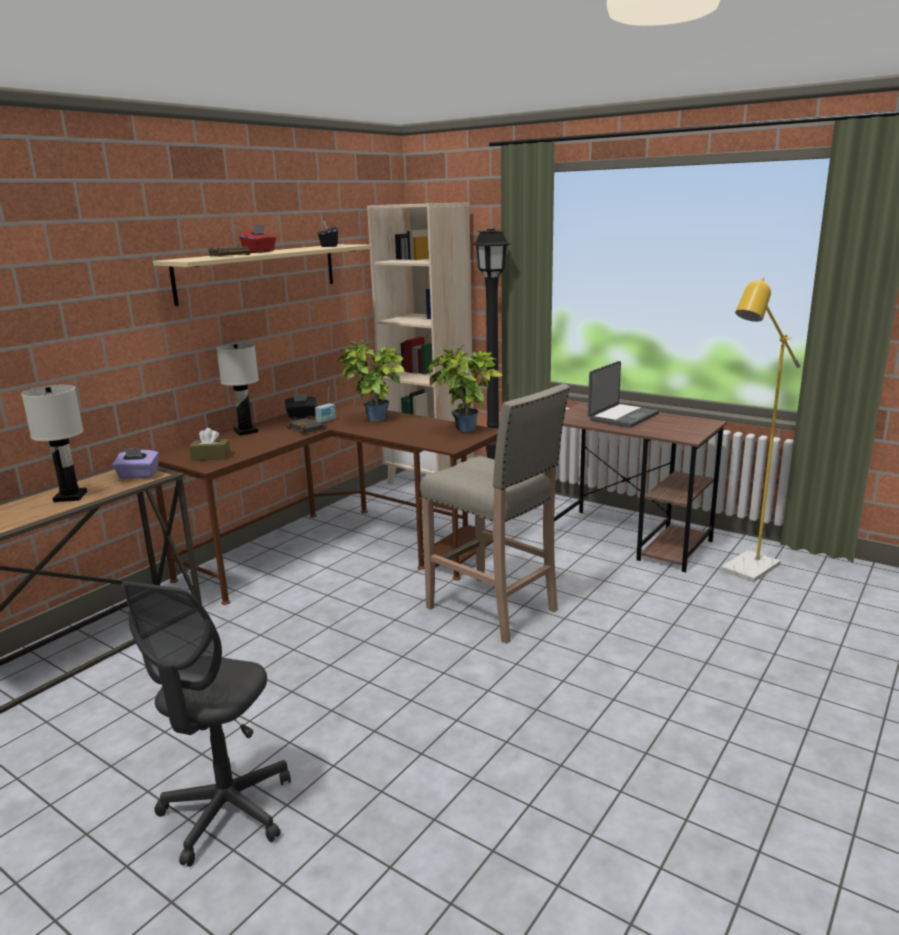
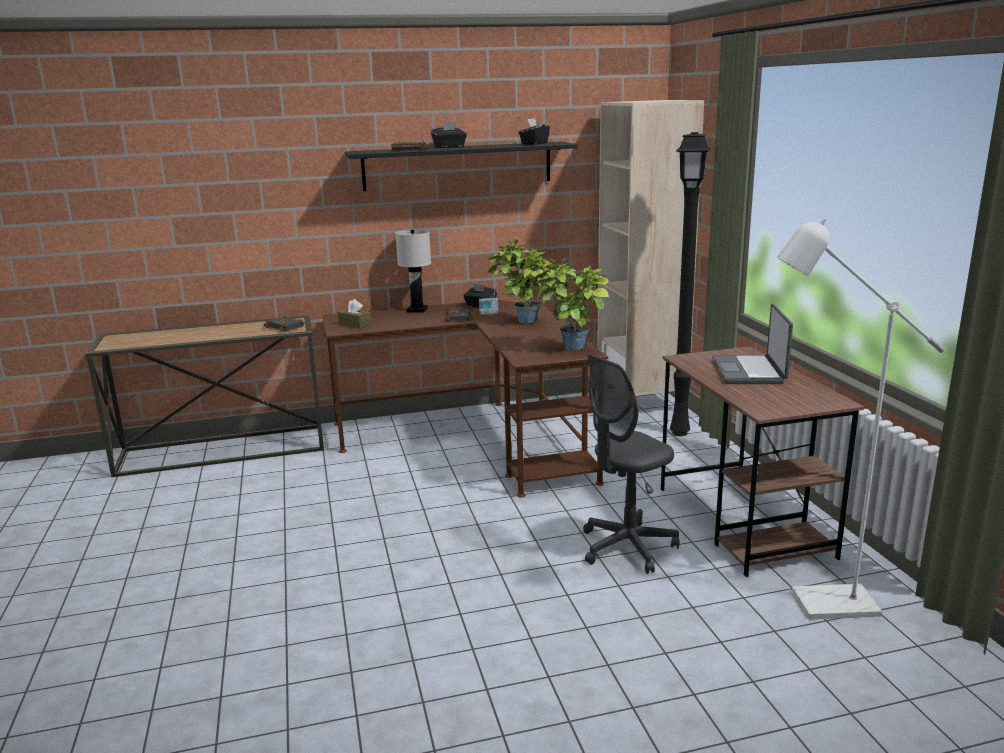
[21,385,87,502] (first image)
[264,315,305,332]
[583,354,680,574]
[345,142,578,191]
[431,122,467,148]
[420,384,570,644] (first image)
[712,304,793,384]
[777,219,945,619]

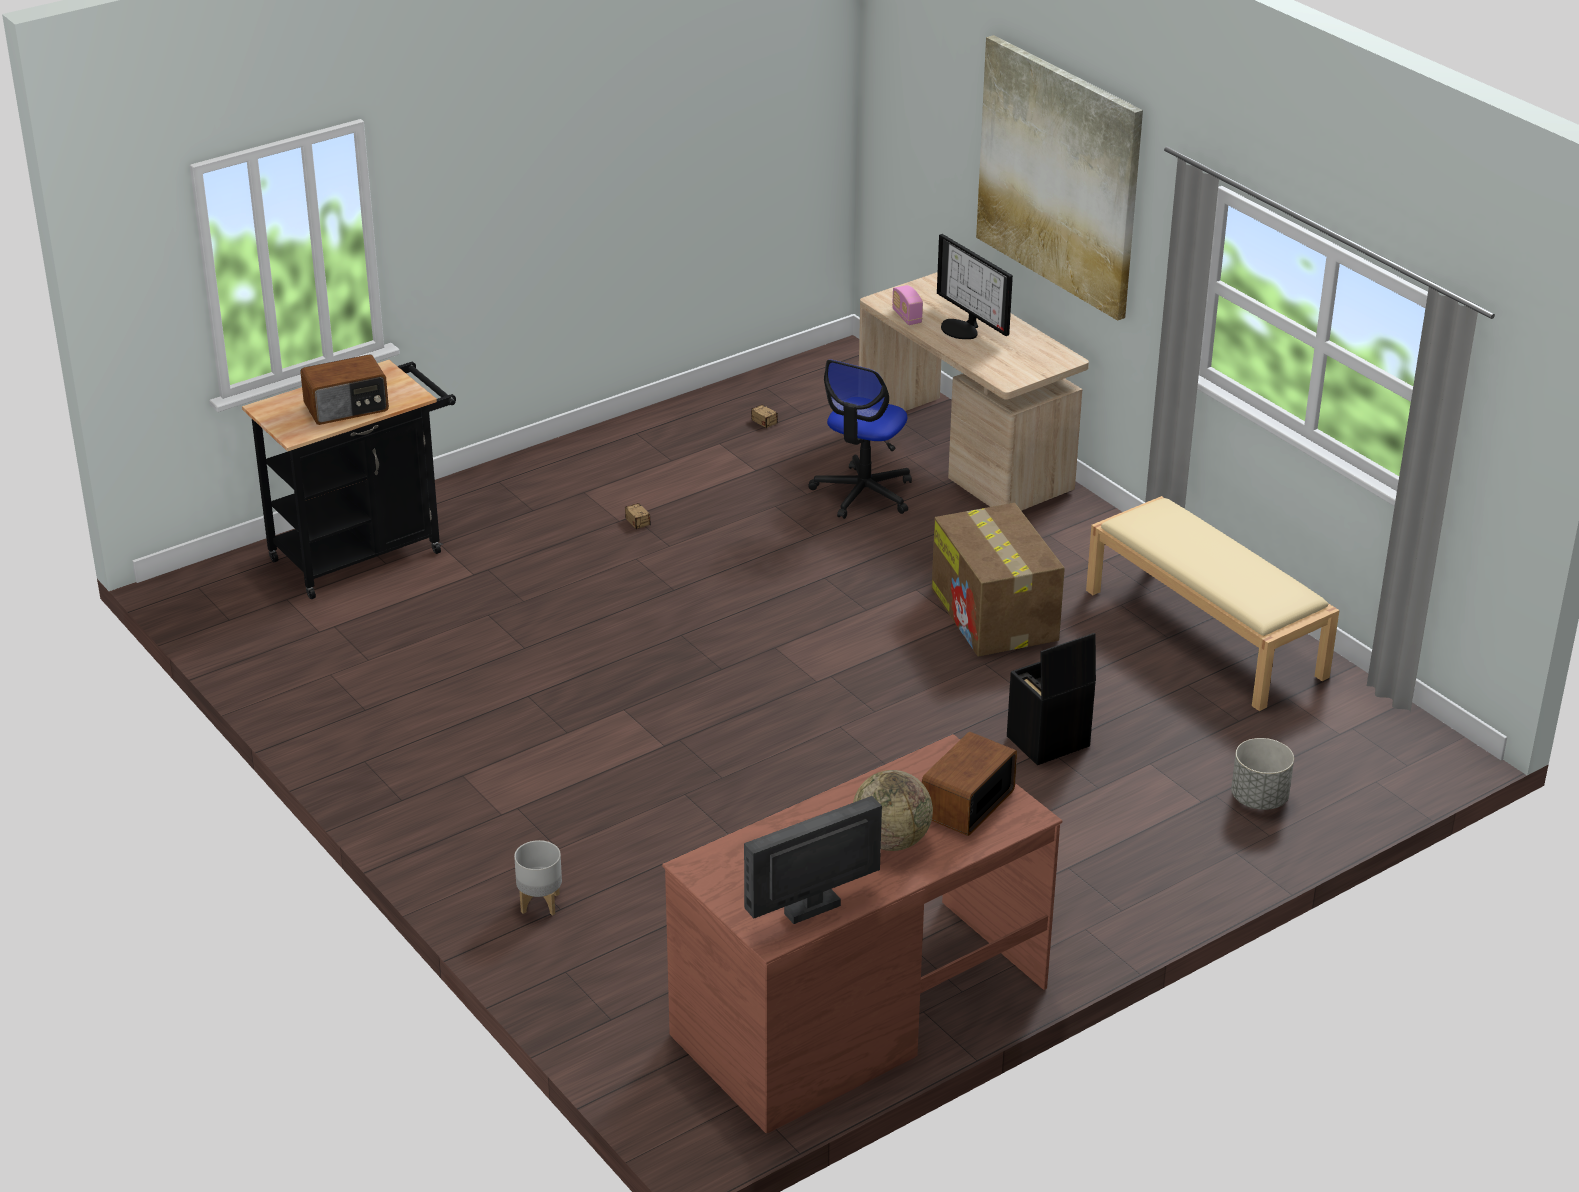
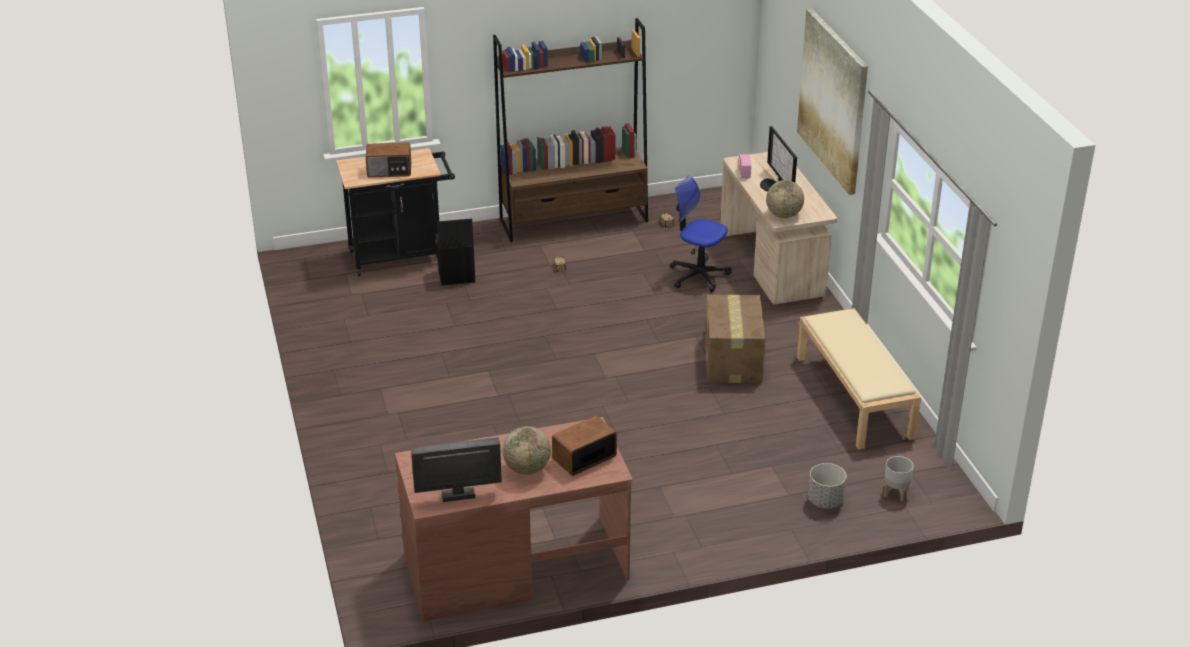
[884,456,914,502]
[670,176,732,292]
[436,218,475,286]
[493,18,648,242]
[766,180,804,218]

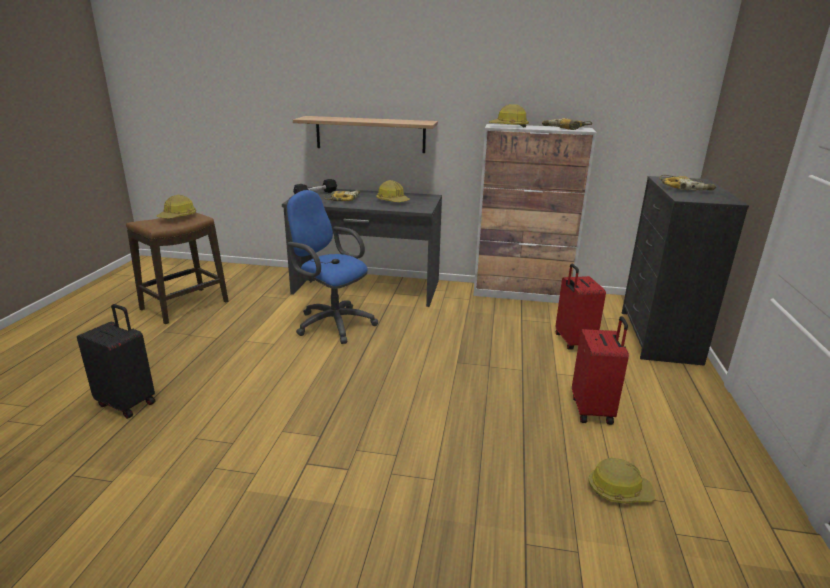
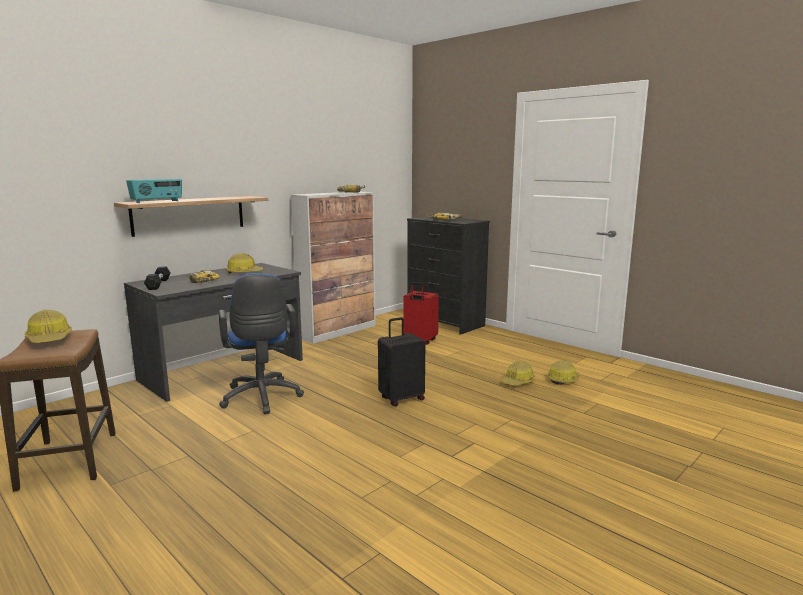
[378,317,425,407]
[219,273,304,414]
[501,361,535,386]
[572,316,629,425] (first image)
[126,179,182,203]

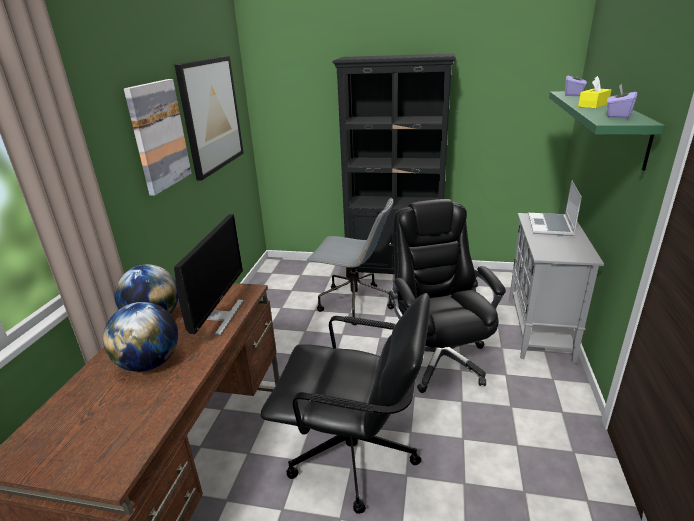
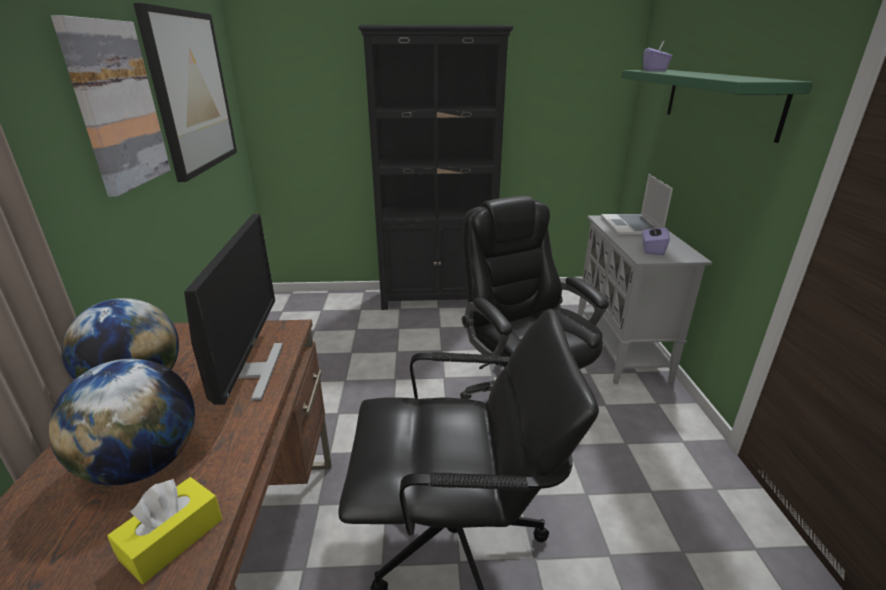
[306,198,394,325] (first image)
[107,477,222,584]
[642,224,670,255]

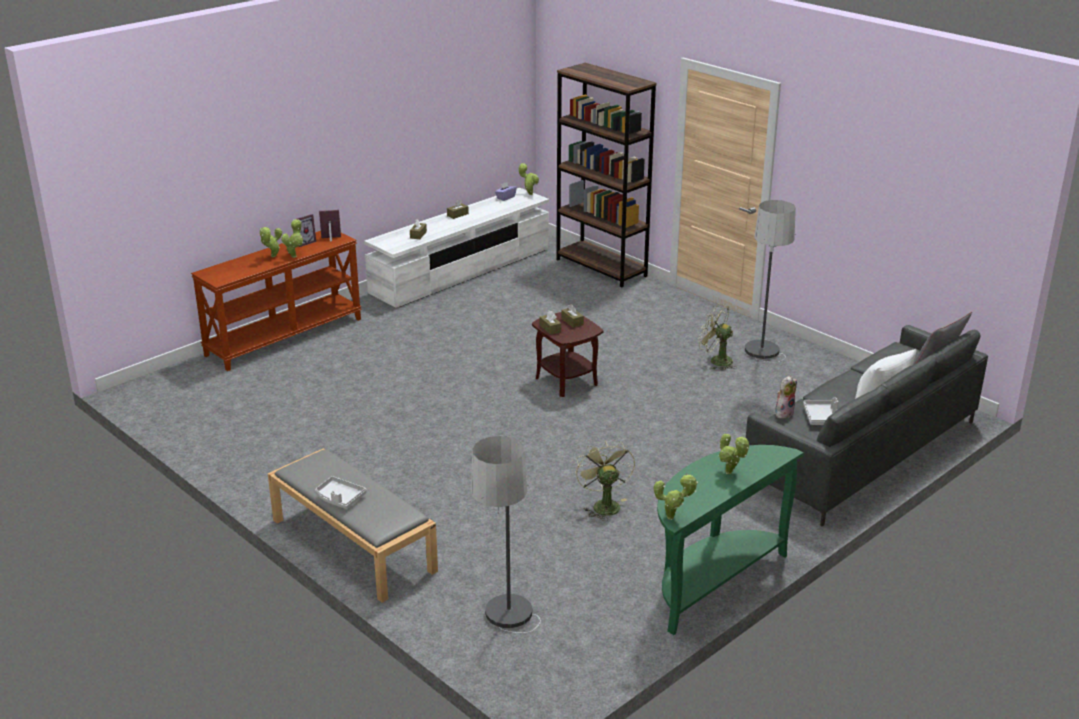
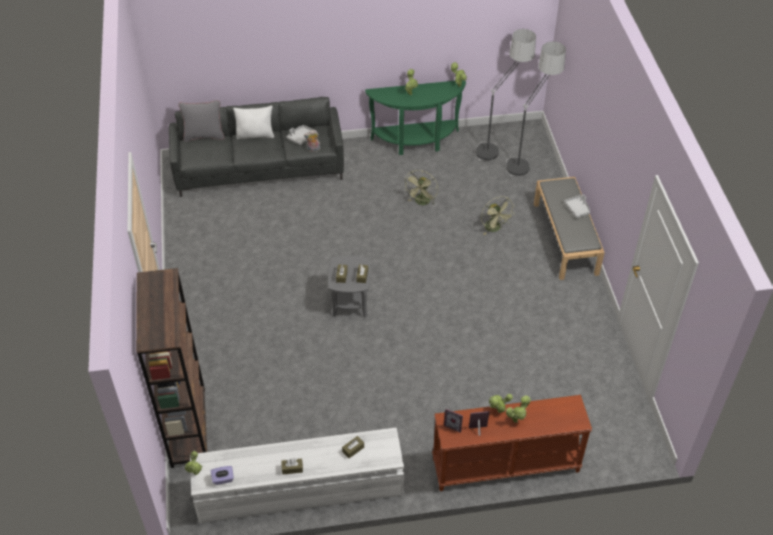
[329,256,370,318]
[481,196,515,235]
[476,29,536,161]

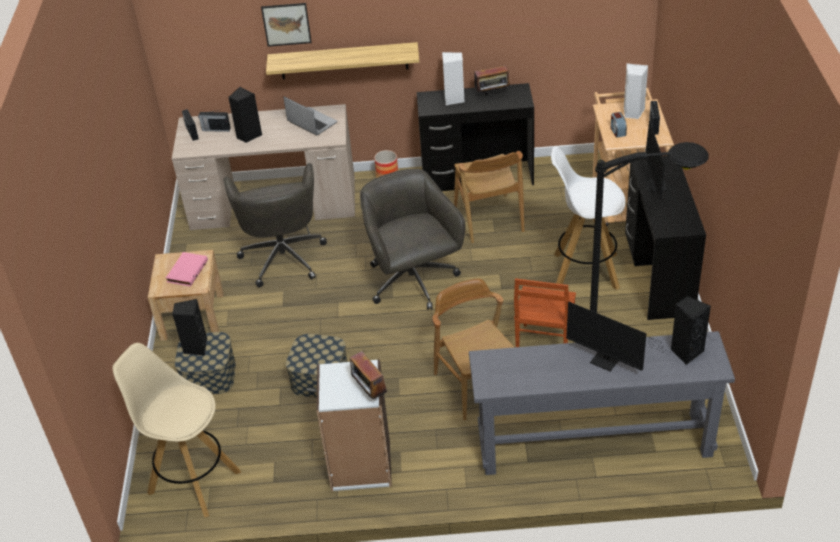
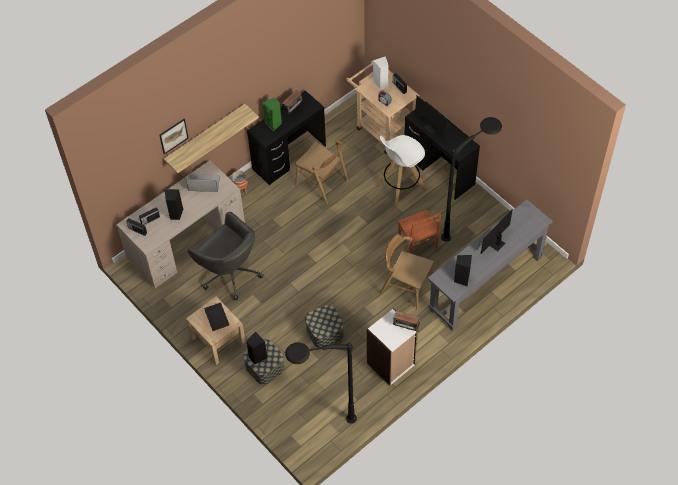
[285,342,357,424]
[204,303,229,331]
[360,169,466,310] (first image)
[263,97,282,131]
[477,209,513,254]
[454,255,472,286]

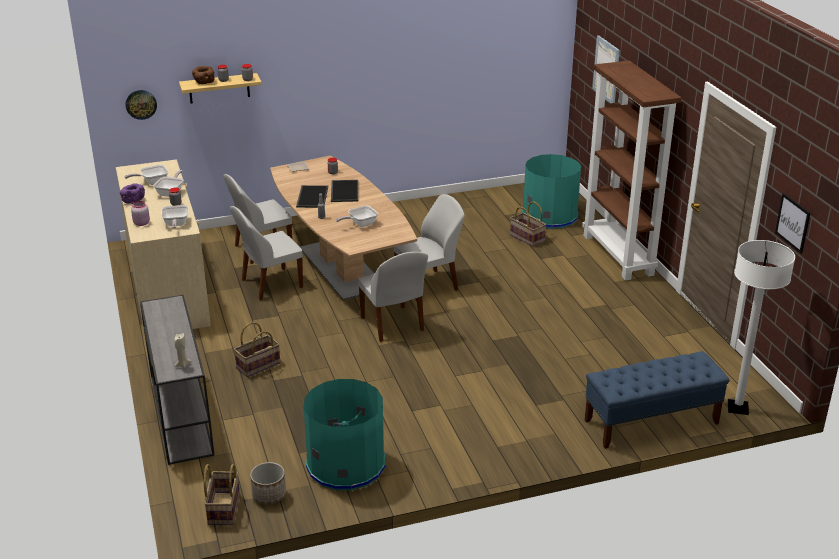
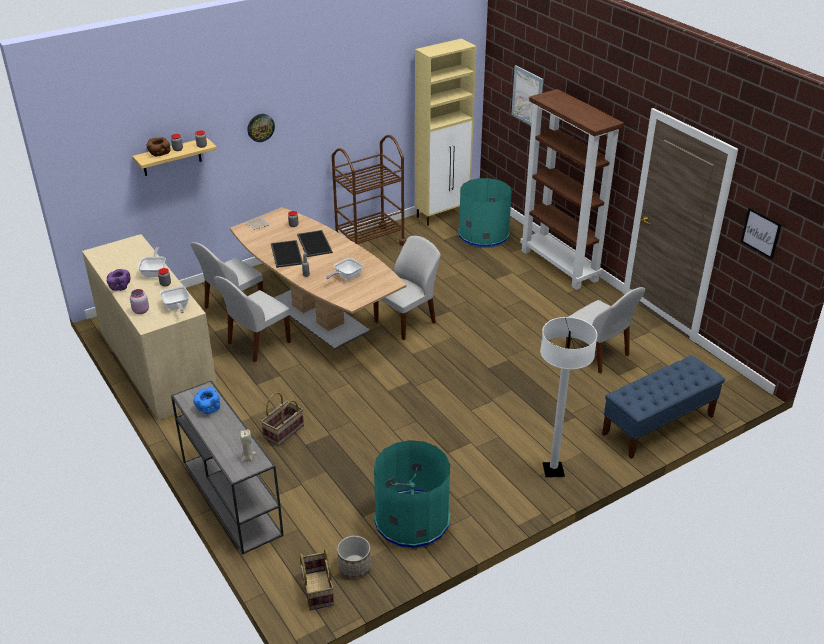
[124,165,168,185] (first image)
[248,114,275,142]
[566,287,645,373]
[510,201,546,247] (first image)
[540,317,597,477]
[193,388,220,414]
[332,135,406,246]
[415,38,476,226]

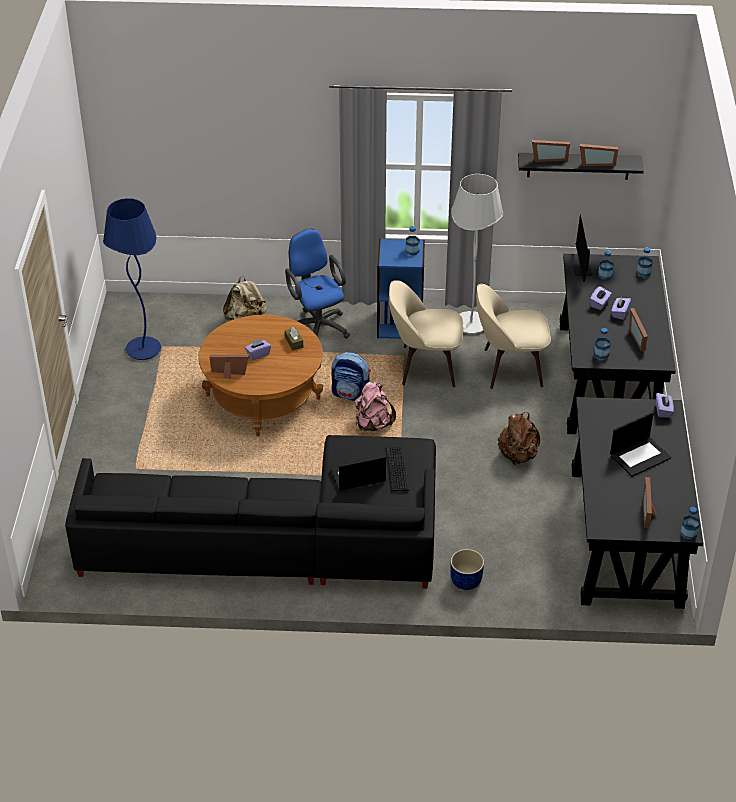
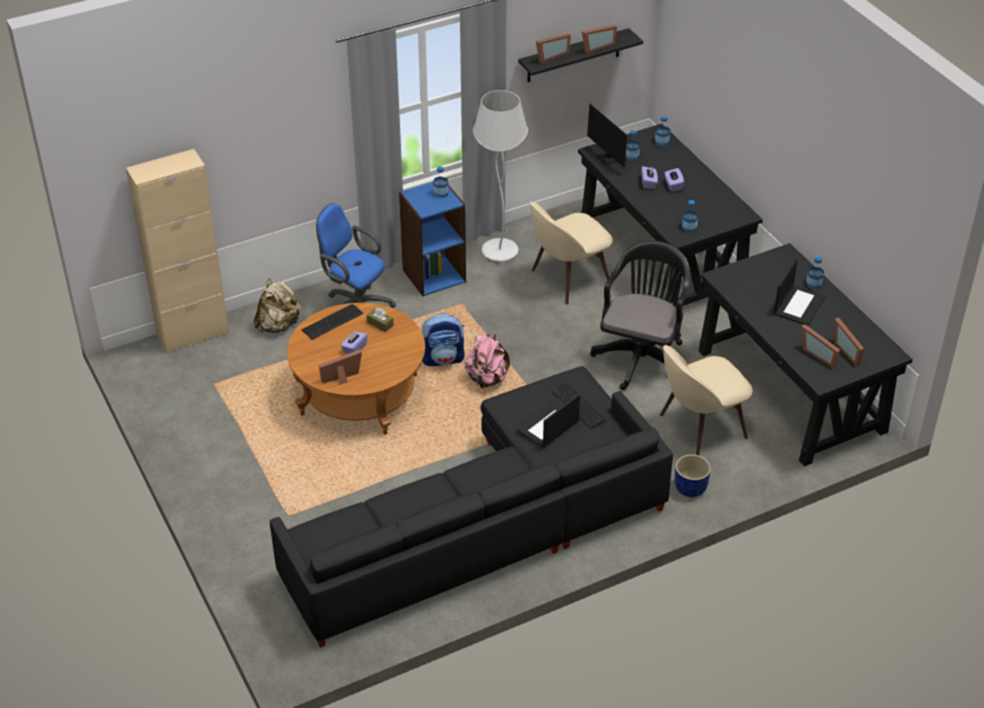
[103,198,161,360] (first image)
[660,345,753,455]
[590,241,690,390]
[802,324,840,368]
[656,393,674,418] (first image)
[806,257,824,289]
[126,149,229,354]
[302,304,363,340]

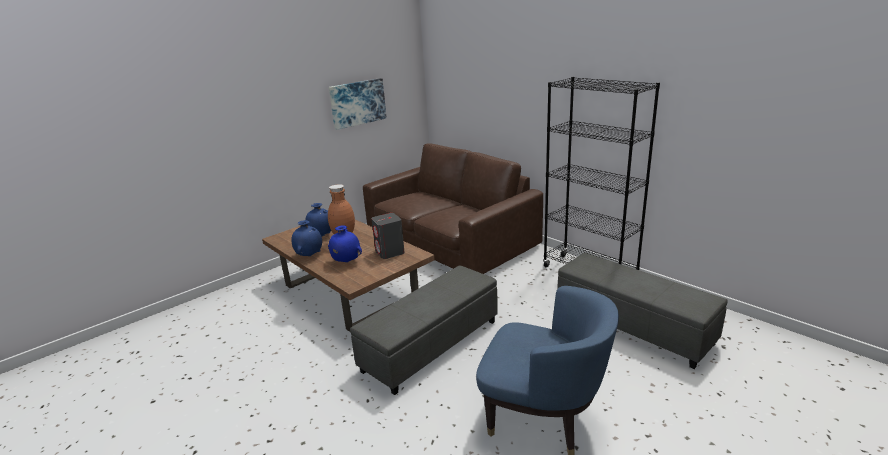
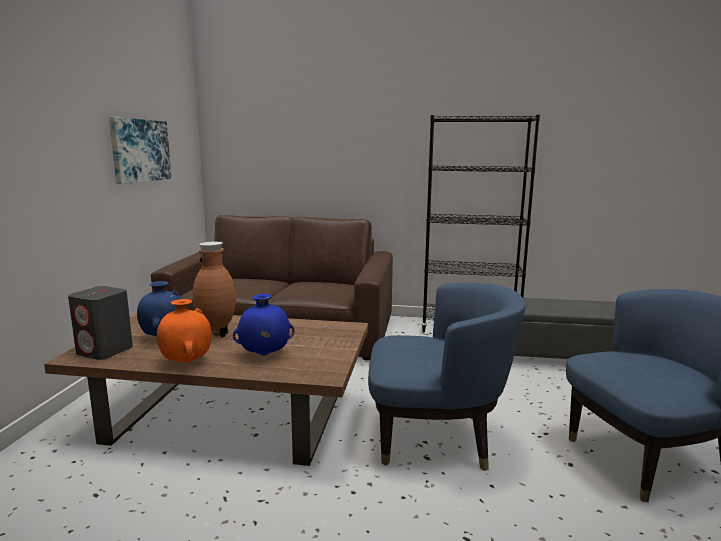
[157,299,212,363]
[368,283,526,471]
[68,286,133,360]

